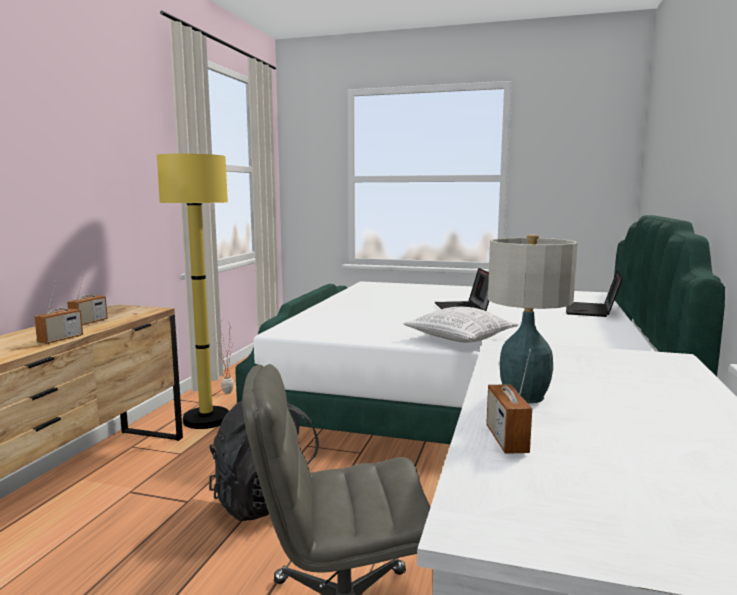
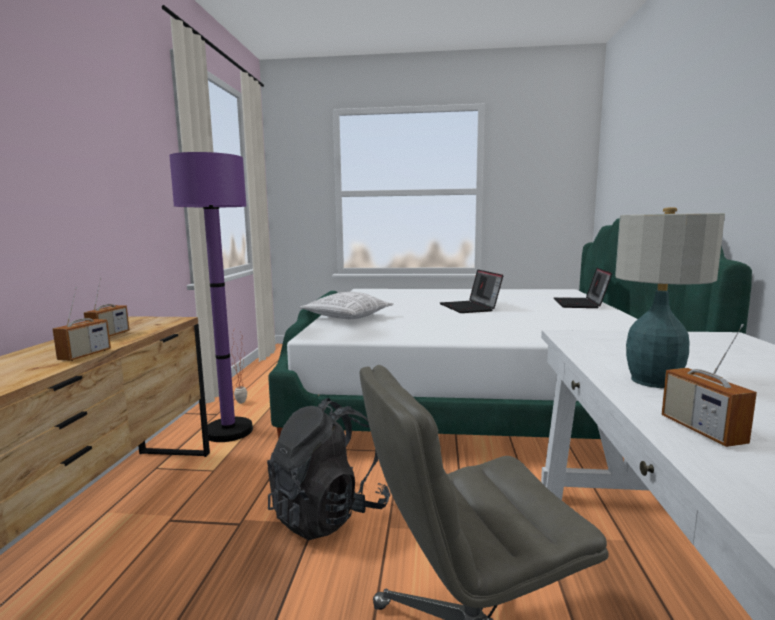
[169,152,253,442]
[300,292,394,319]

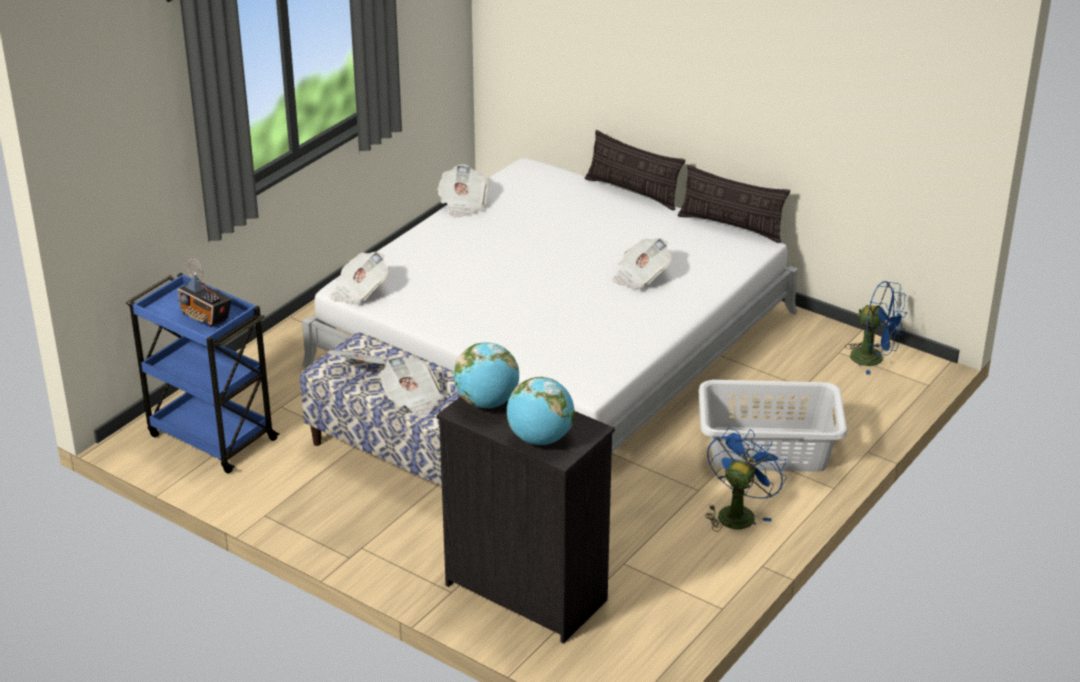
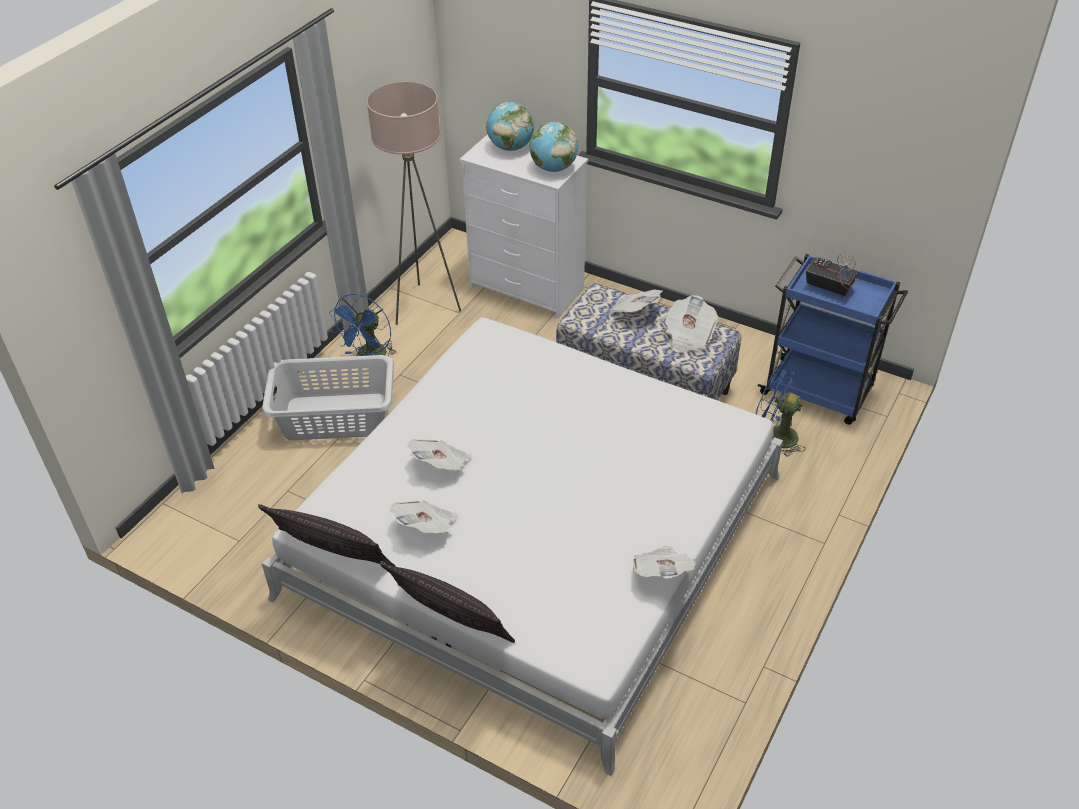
[390,501,457,533]
[460,134,588,319]
[755,363,806,457]
[367,82,461,325]

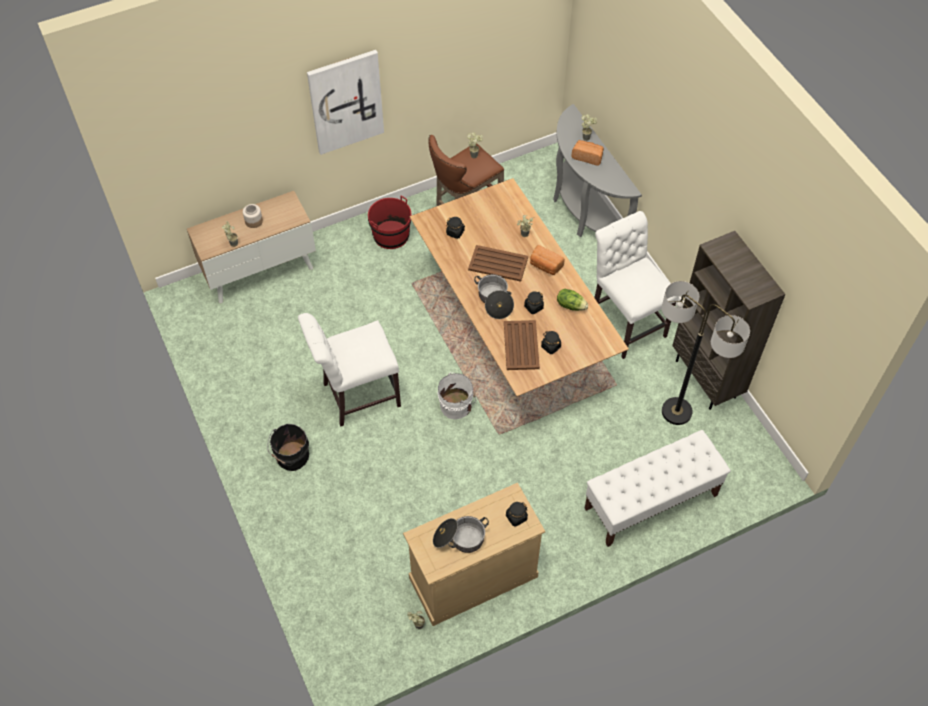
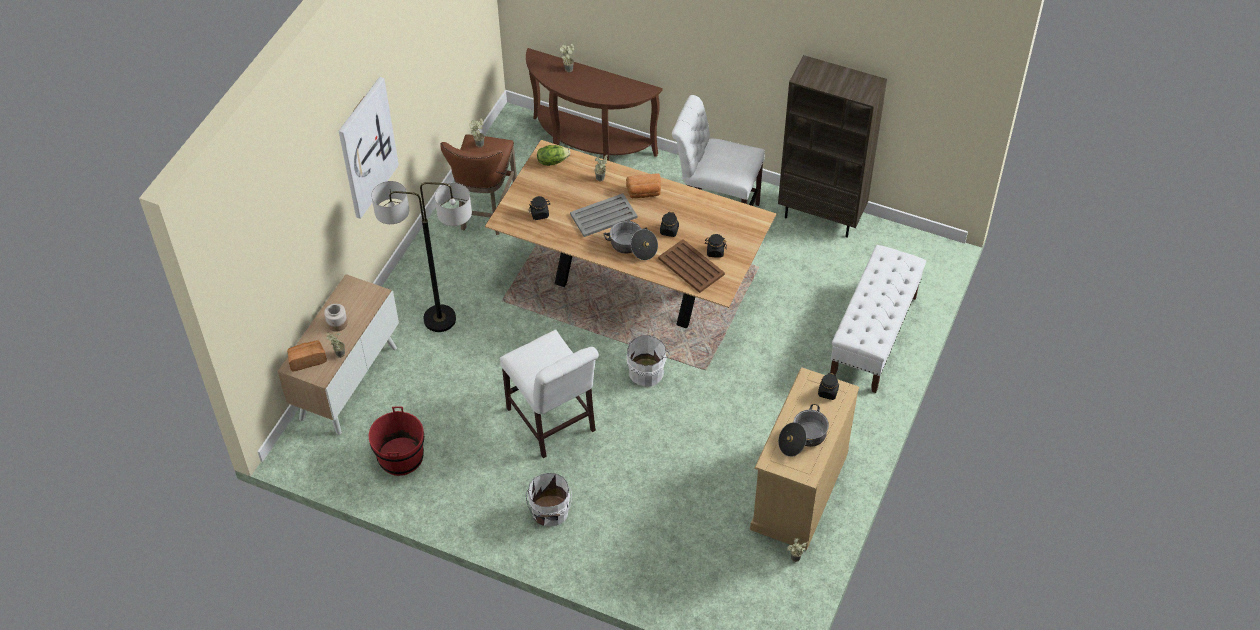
[526,473,572,527]
[500,329,599,458]
[369,406,424,476]
[570,193,637,237]
[526,48,662,161]
[537,145,570,166]
[287,340,327,371]
[371,181,472,332]

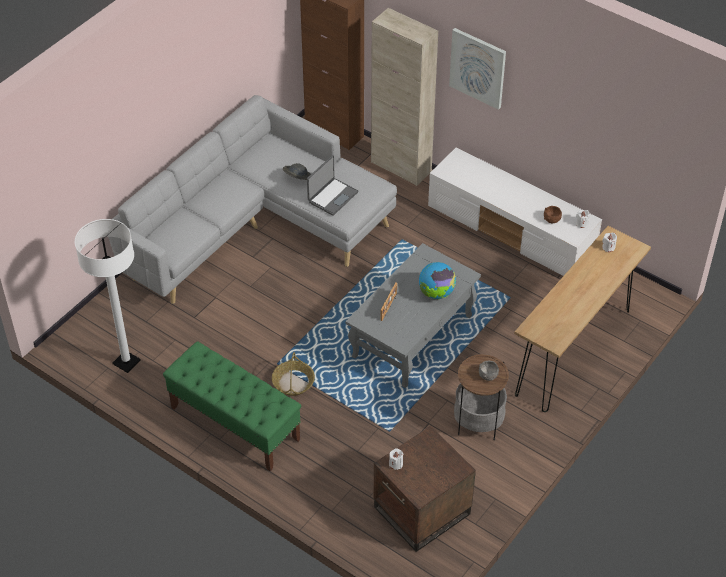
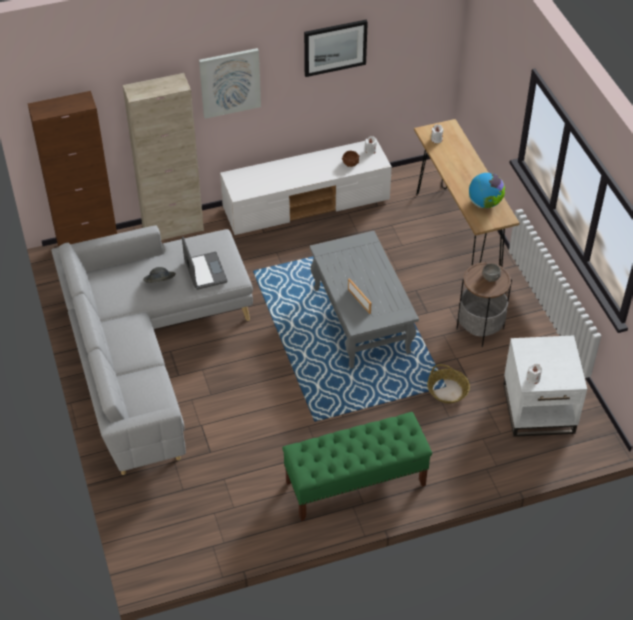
[75,219,141,373] (first image)
[427,364,470,403]
[503,335,587,437]
[469,173,505,208]
[304,20,368,77]

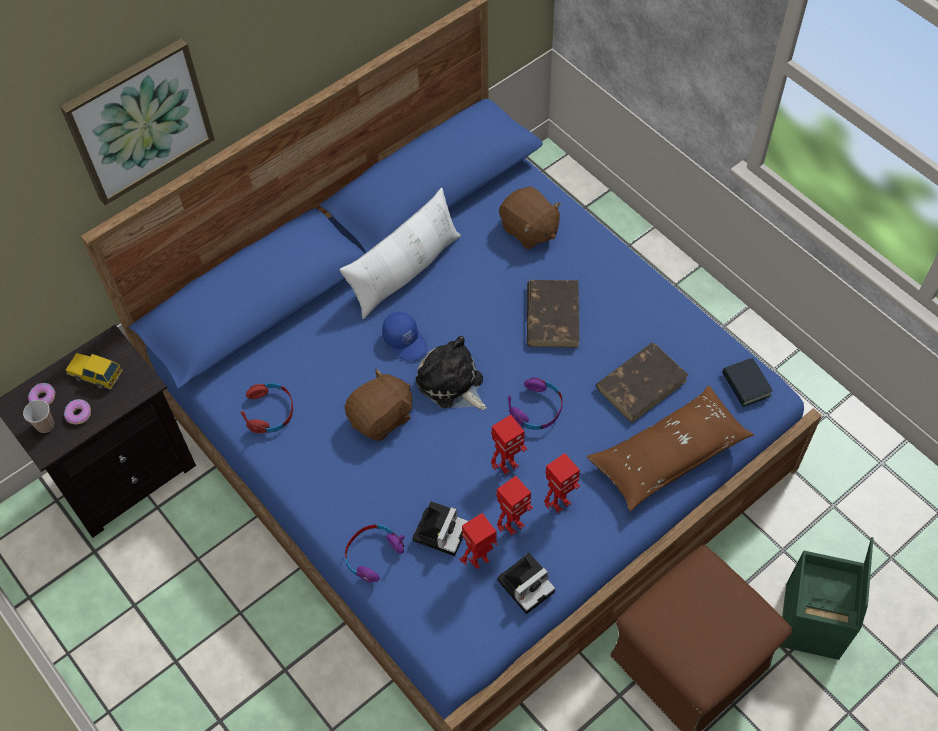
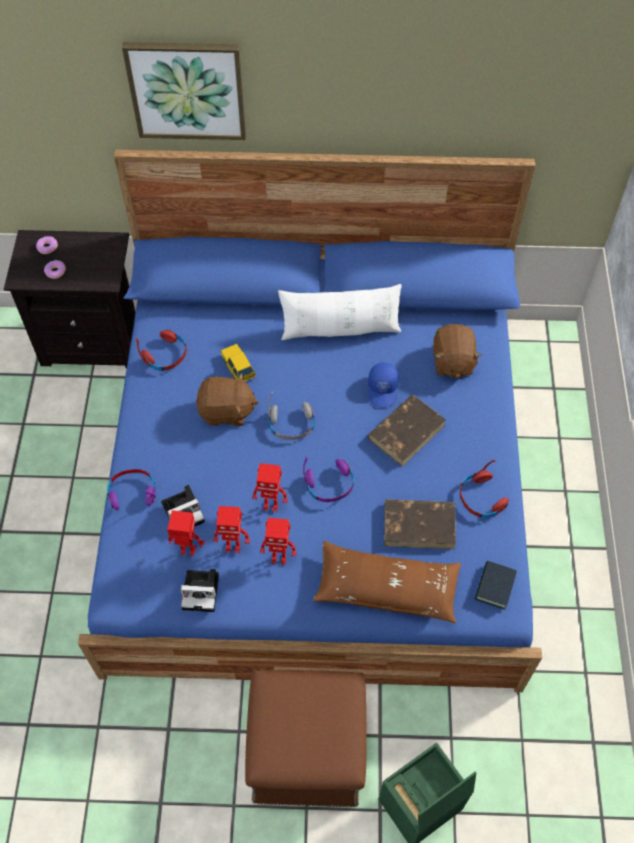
[23,400,54,433] (first image)
[221,344,256,382]
[368,362,399,408]
[268,392,315,440]
[460,460,509,518]

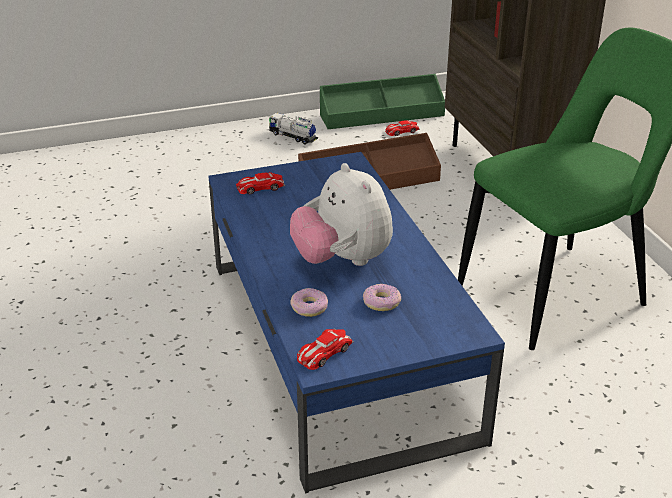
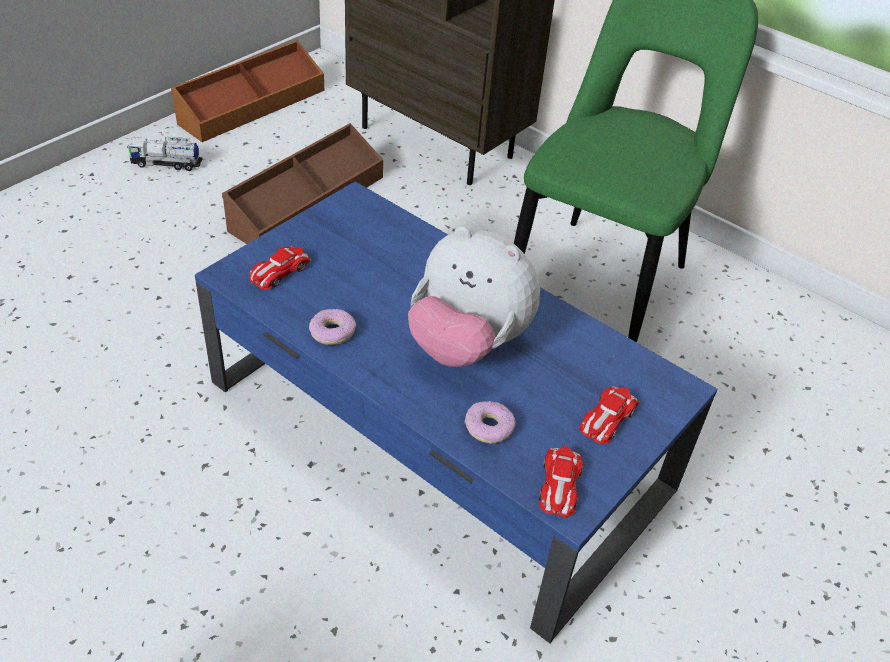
[171,40,324,142]
[309,309,356,345]
[580,386,639,444]

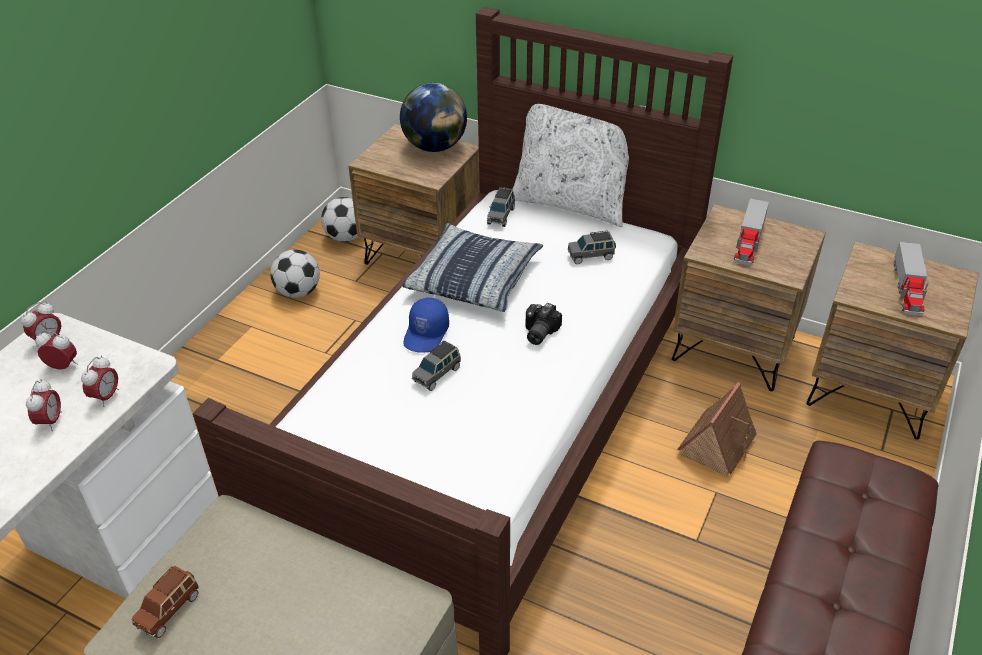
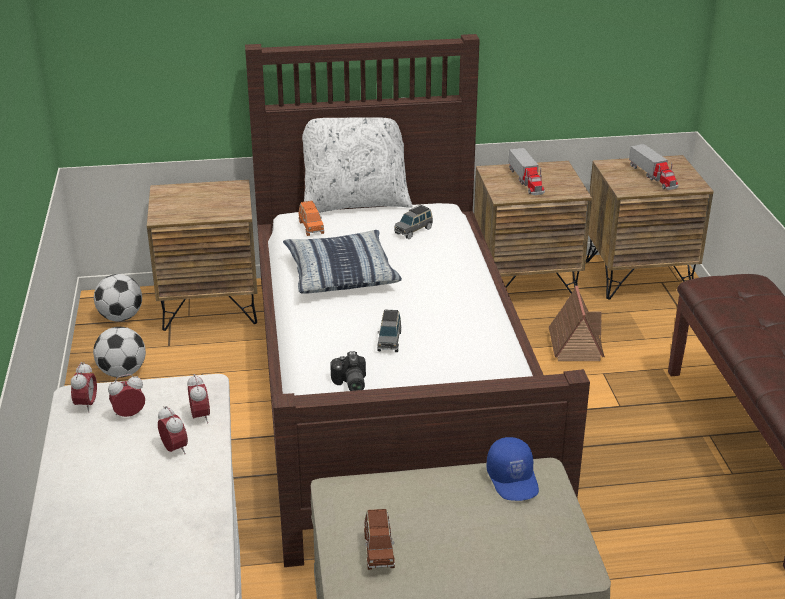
[400,83,467,152] (first image)
[487,437,539,501]
[299,201,324,236]
[330,351,366,391]

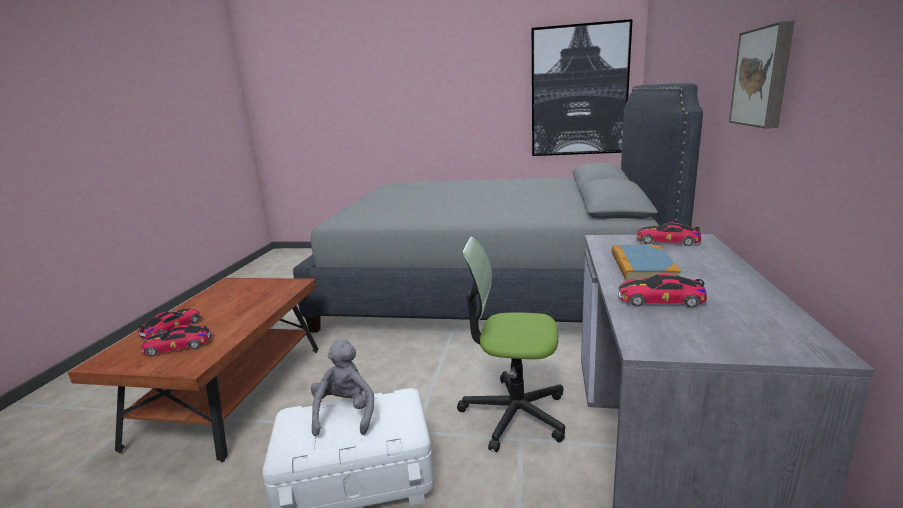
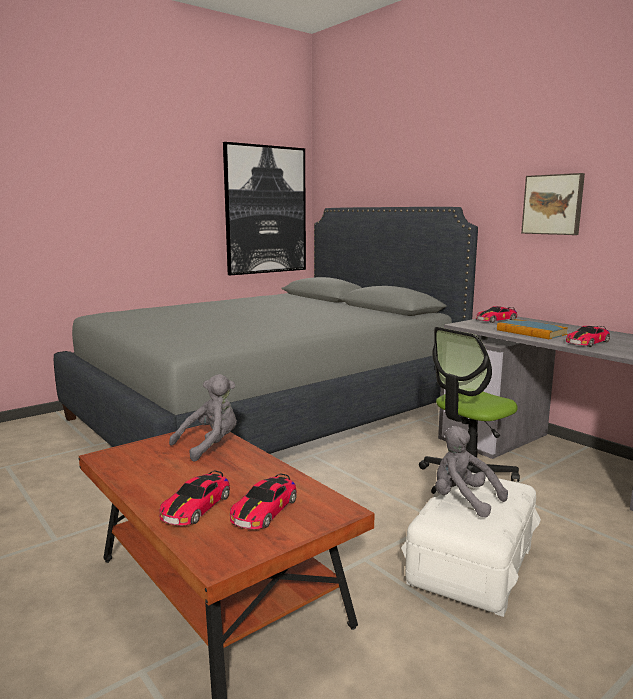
[160,471,230,526]
[169,374,237,462]

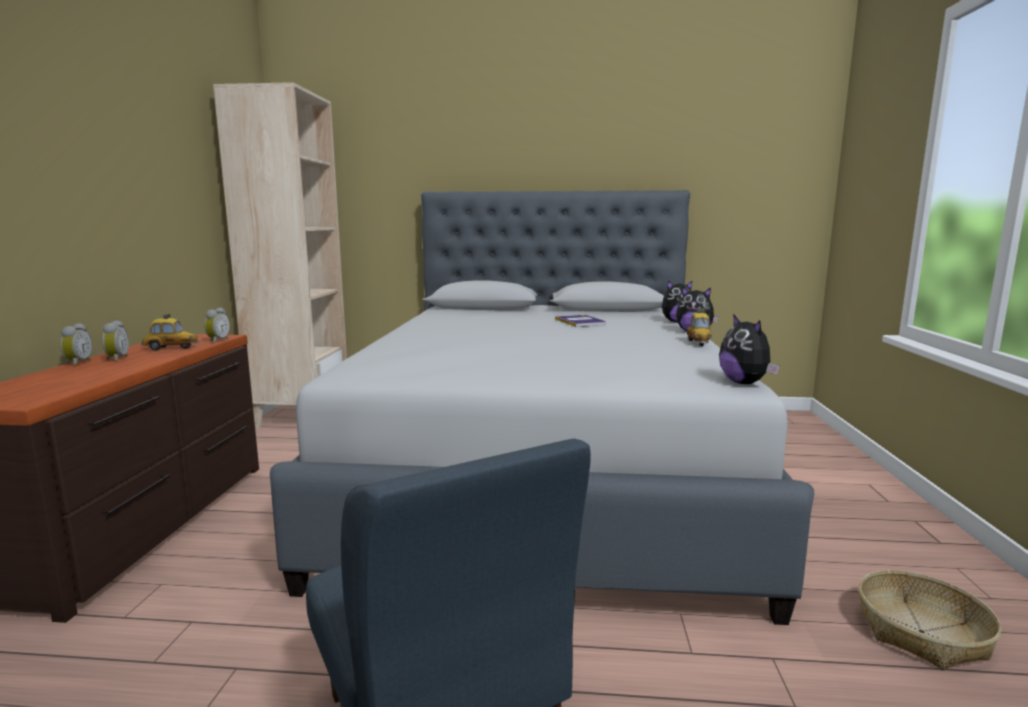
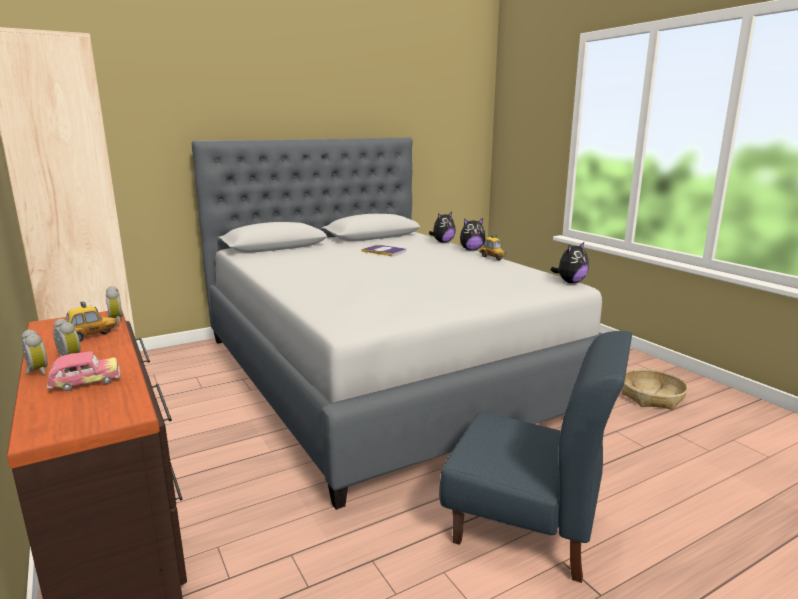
[550,242,589,283]
[47,351,120,391]

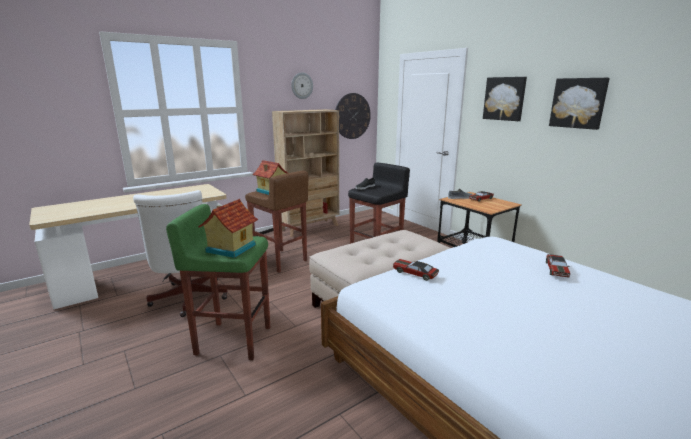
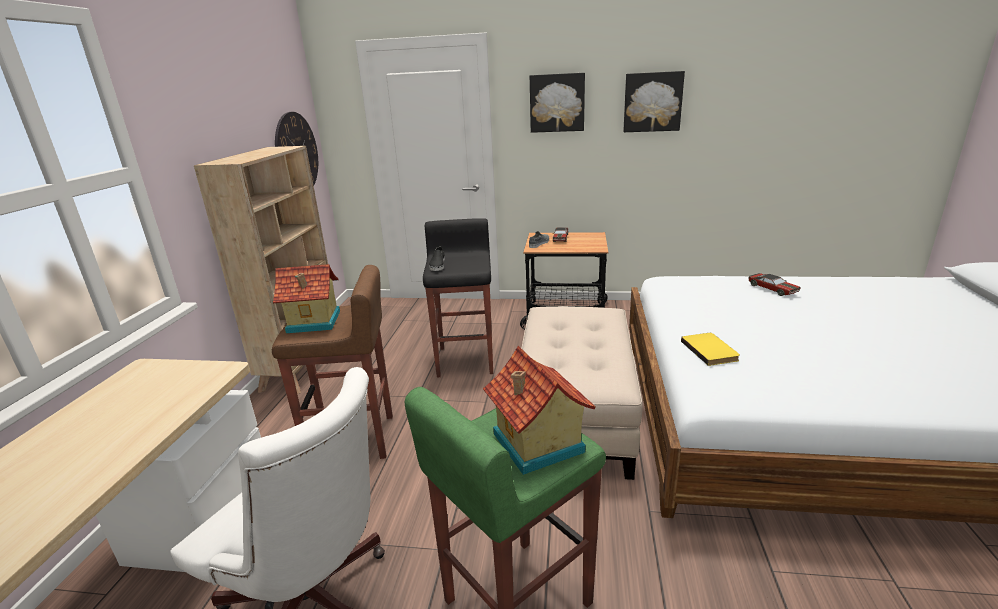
[291,72,313,99] (first image)
[681,333,740,366]

